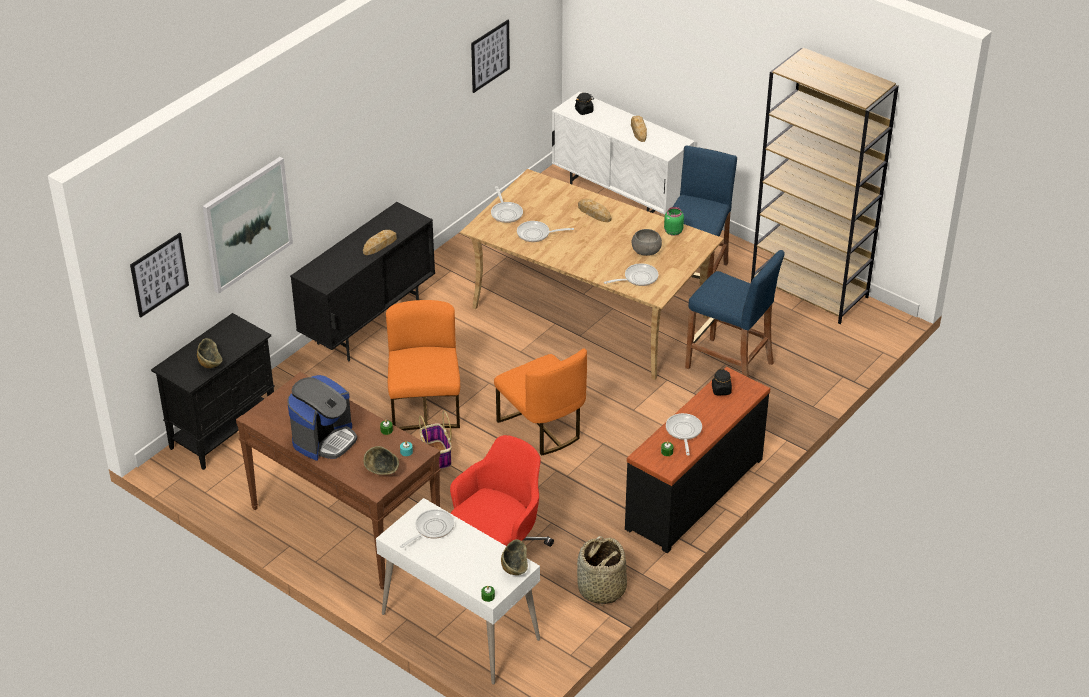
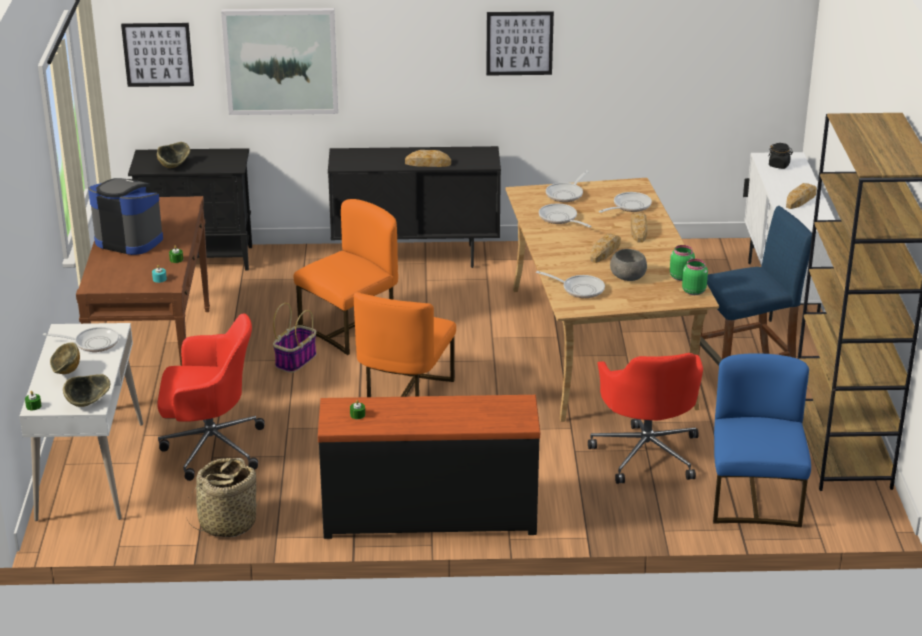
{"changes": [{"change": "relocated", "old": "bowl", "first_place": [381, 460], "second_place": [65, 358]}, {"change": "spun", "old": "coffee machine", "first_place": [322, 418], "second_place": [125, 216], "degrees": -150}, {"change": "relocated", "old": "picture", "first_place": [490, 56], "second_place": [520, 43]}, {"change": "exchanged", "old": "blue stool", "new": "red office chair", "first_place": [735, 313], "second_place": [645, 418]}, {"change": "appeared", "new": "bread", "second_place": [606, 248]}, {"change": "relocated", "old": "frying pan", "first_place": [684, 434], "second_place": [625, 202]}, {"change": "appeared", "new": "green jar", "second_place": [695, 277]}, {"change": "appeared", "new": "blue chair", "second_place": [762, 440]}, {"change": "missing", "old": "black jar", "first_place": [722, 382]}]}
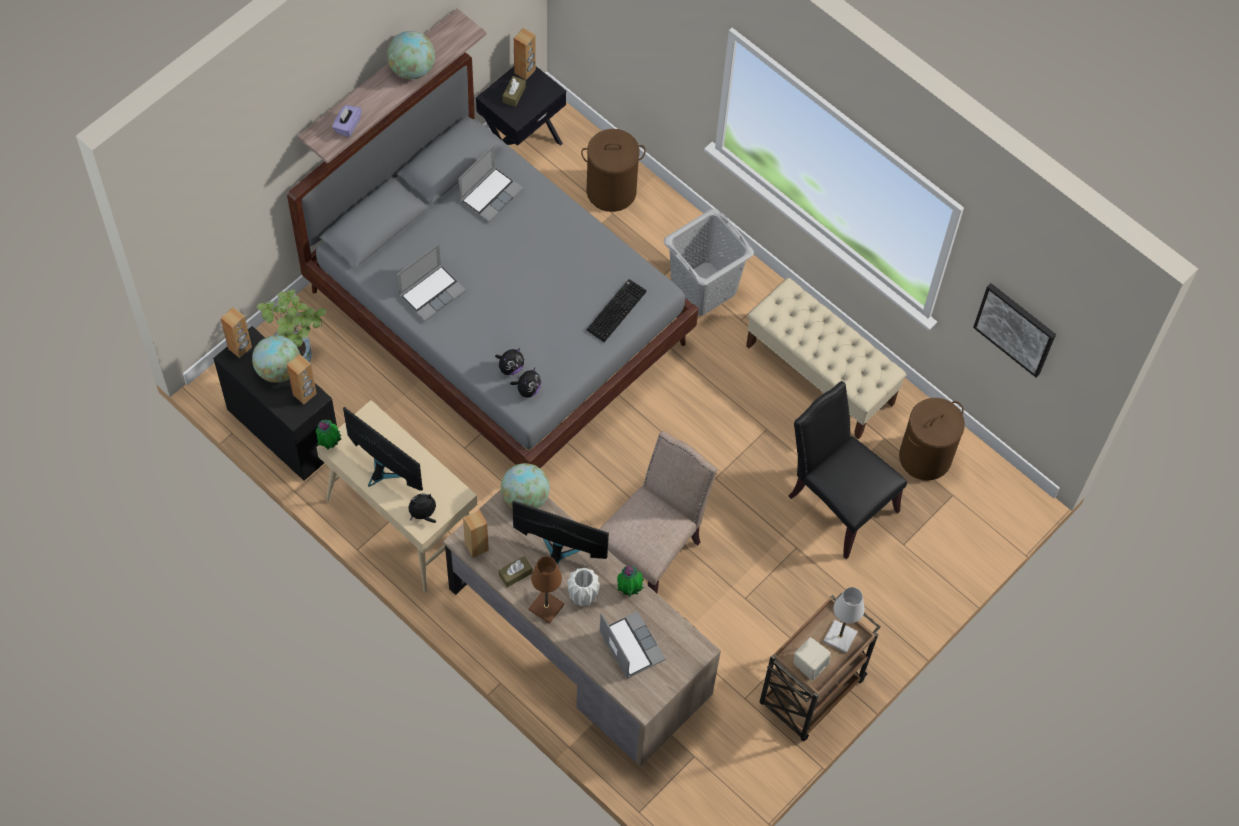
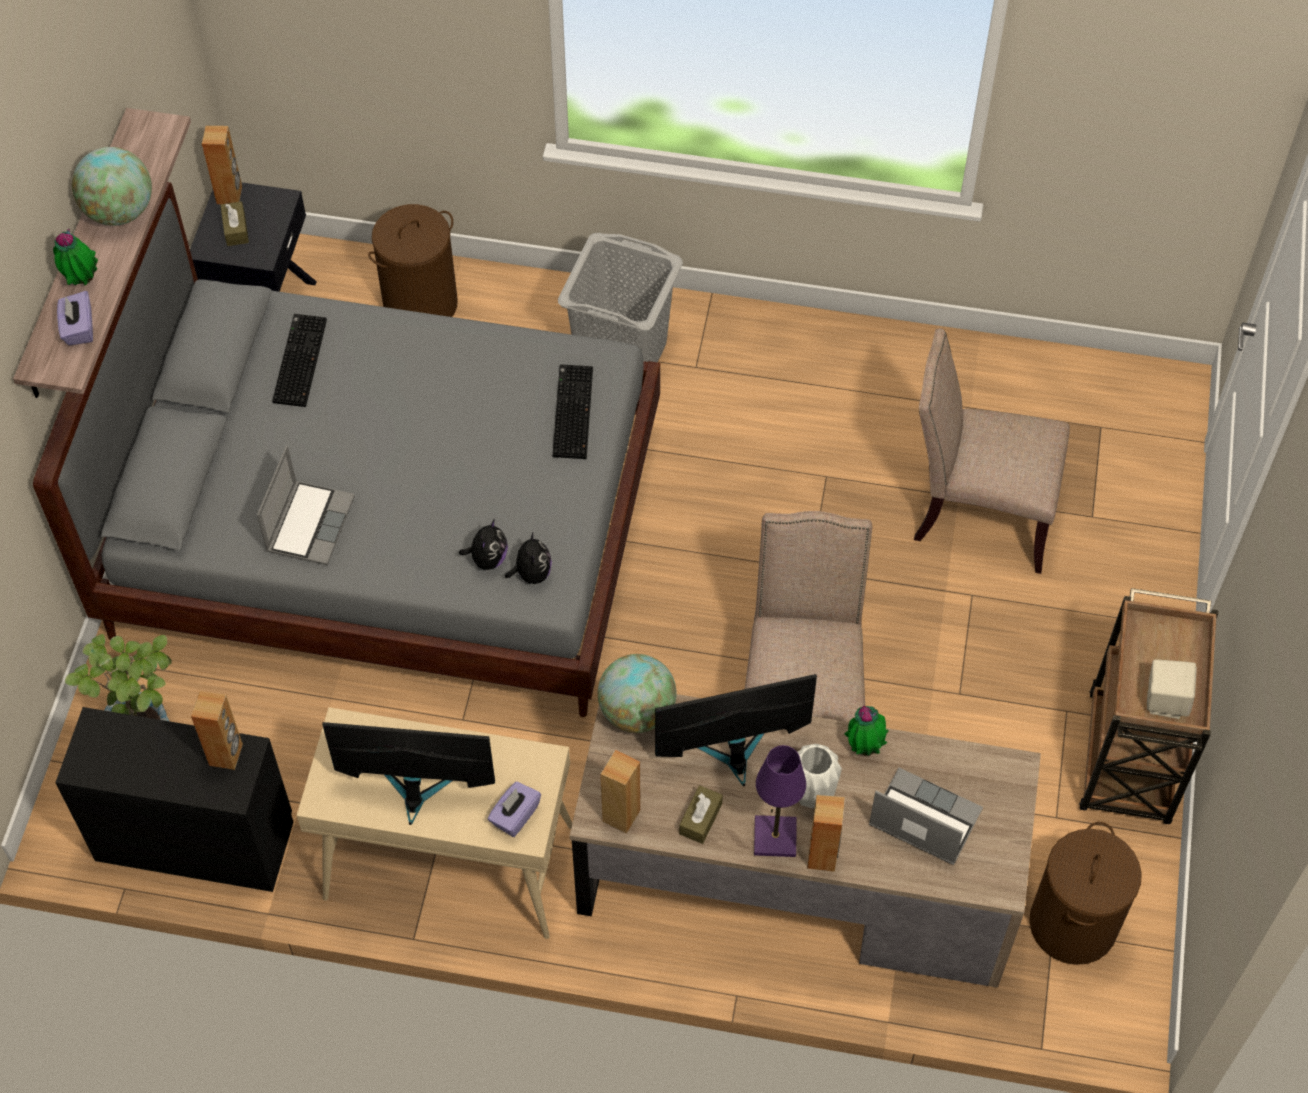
{"changes": [{"change": "relocated", "old": "potted plant", "first_place": [329, 434], "second_place": [75, 257]}, {"change": "exchanged", "old": "laptop", "new": "keyboard", "first_place": [491, 183], "second_place": [299, 360]}, {"change": "exchanged", "old": "plush toy", "new": "purple tissue box", "first_place": [422, 508], "second_place": [514, 809]}, {"change": "colour", "old": "brown table lamp", "new": "purple table lamp", "first_place": [546, 590], "second_place": [780, 801]}, {"change": "relocated", "old": "brown speaker", "first_place": [236, 332], "second_place": [826, 833]}, {"change": "colour", "old": "black chair", "new": "beige chair", "first_place": [847, 470], "second_place": [992, 451]}, {"change": "relocated", "old": "brown laundry basket", "first_place": [932, 439], "second_place": [1085, 893]}, {"change": "missing", "old": "globe", "first_place": [276, 359]}, {"change": "missing", "old": "beige bench", "first_place": [826, 358]}, {"change": "missing", "old": "white table lamp", "first_place": [843, 620]}, {"change": "missing", "old": "picture", "first_place": [1014, 330]}]}
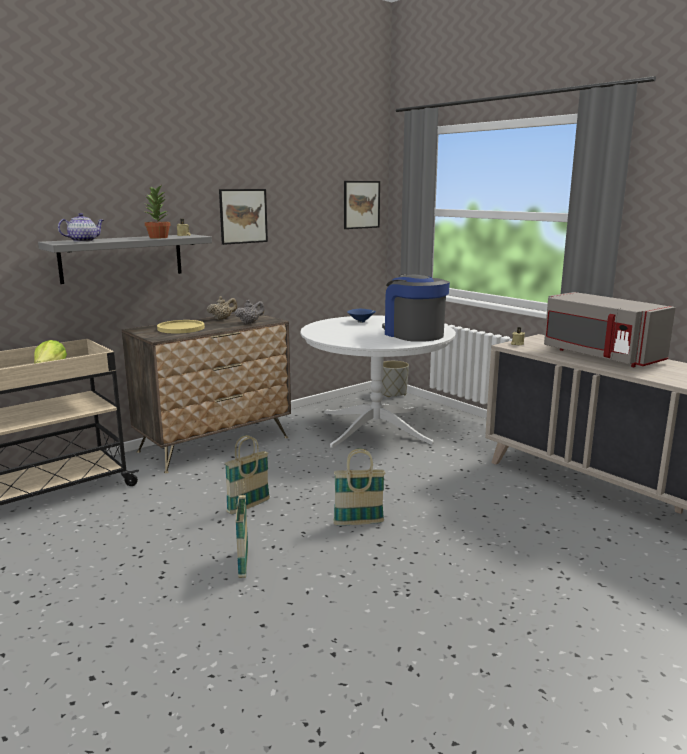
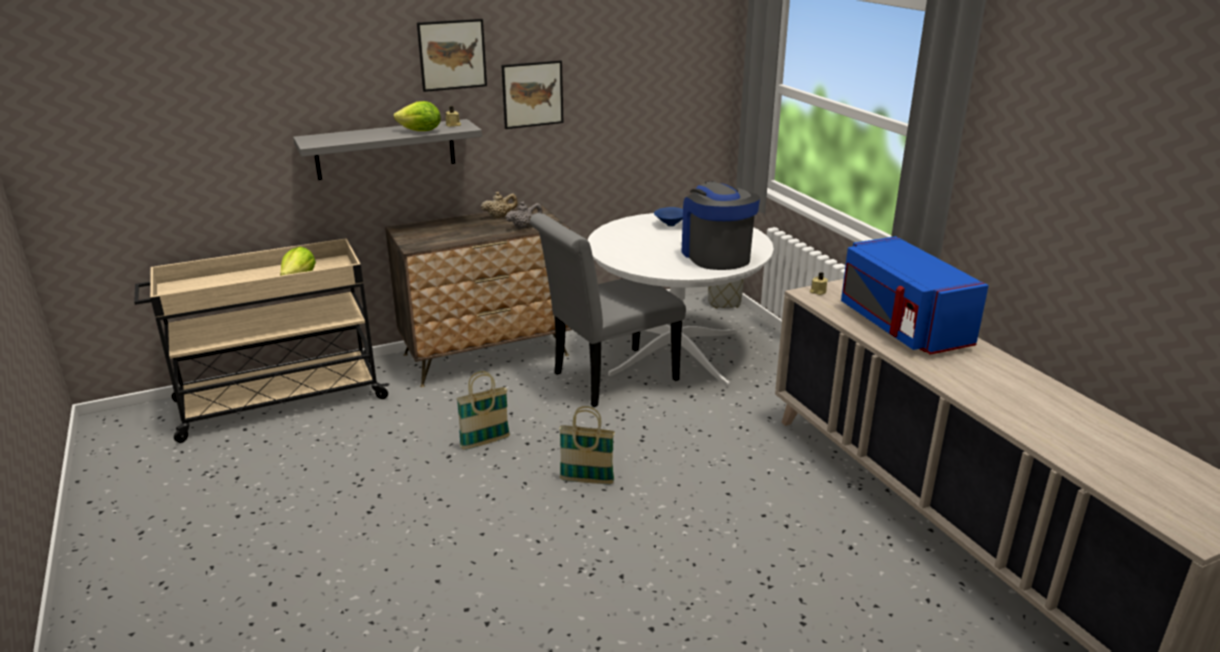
{"changes": [{"change": "exchanged", "old": "potted plant", "new": "lettuce", "first_place": [157, 212], "second_place": [417, 116]}, {"change": "relocated", "old": "picture", "first_place": [362, 205], "second_place": [452, 55]}, {"change": "appeared", "new": "grey chair", "second_place": [608, 310]}, {"change": "colour", "old": "grey microwave", "new": "blue microwave", "first_place": [610, 329], "second_place": [915, 295]}, {"change": "missing", "old": "teapot", "first_place": [81, 227]}, {"change": "missing", "old": "yellow plate", "first_place": [181, 326]}, {"change": "missing", "old": "basket", "first_place": [242, 529]}]}
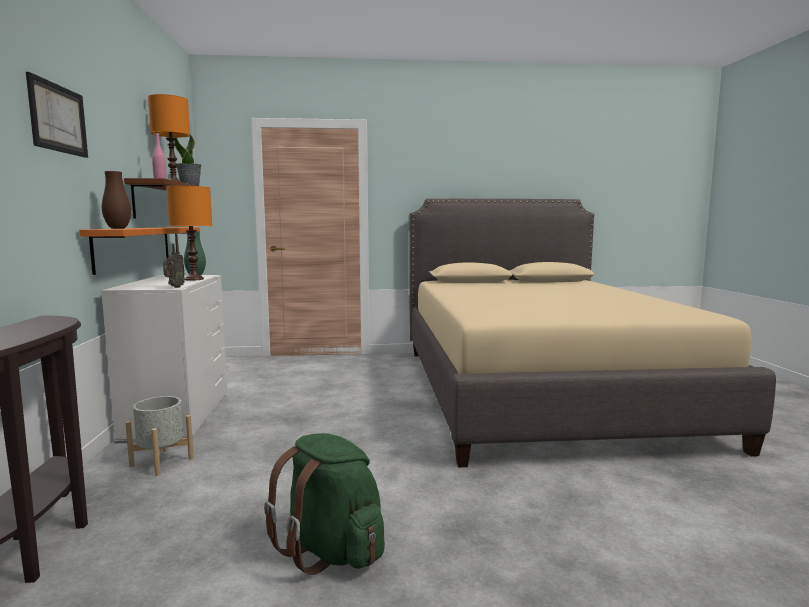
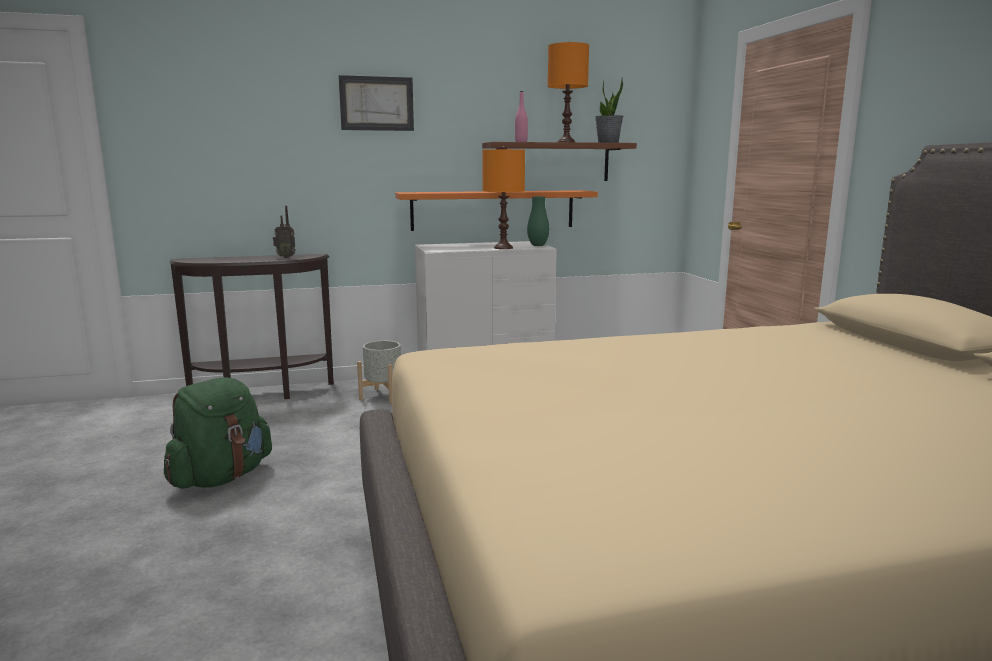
{"changes": [{"change": "relocated", "old": "radio", "first_place": [174, 260], "second_place": [284, 232]}, {"change": "missing", "old": "brown vase", "first_place": [116, 200]}]}
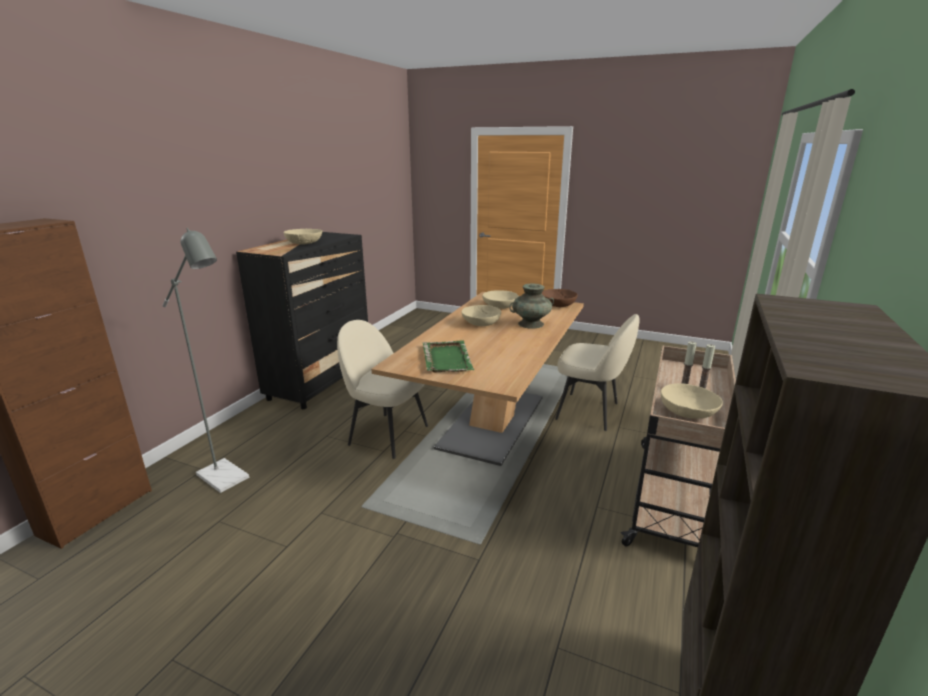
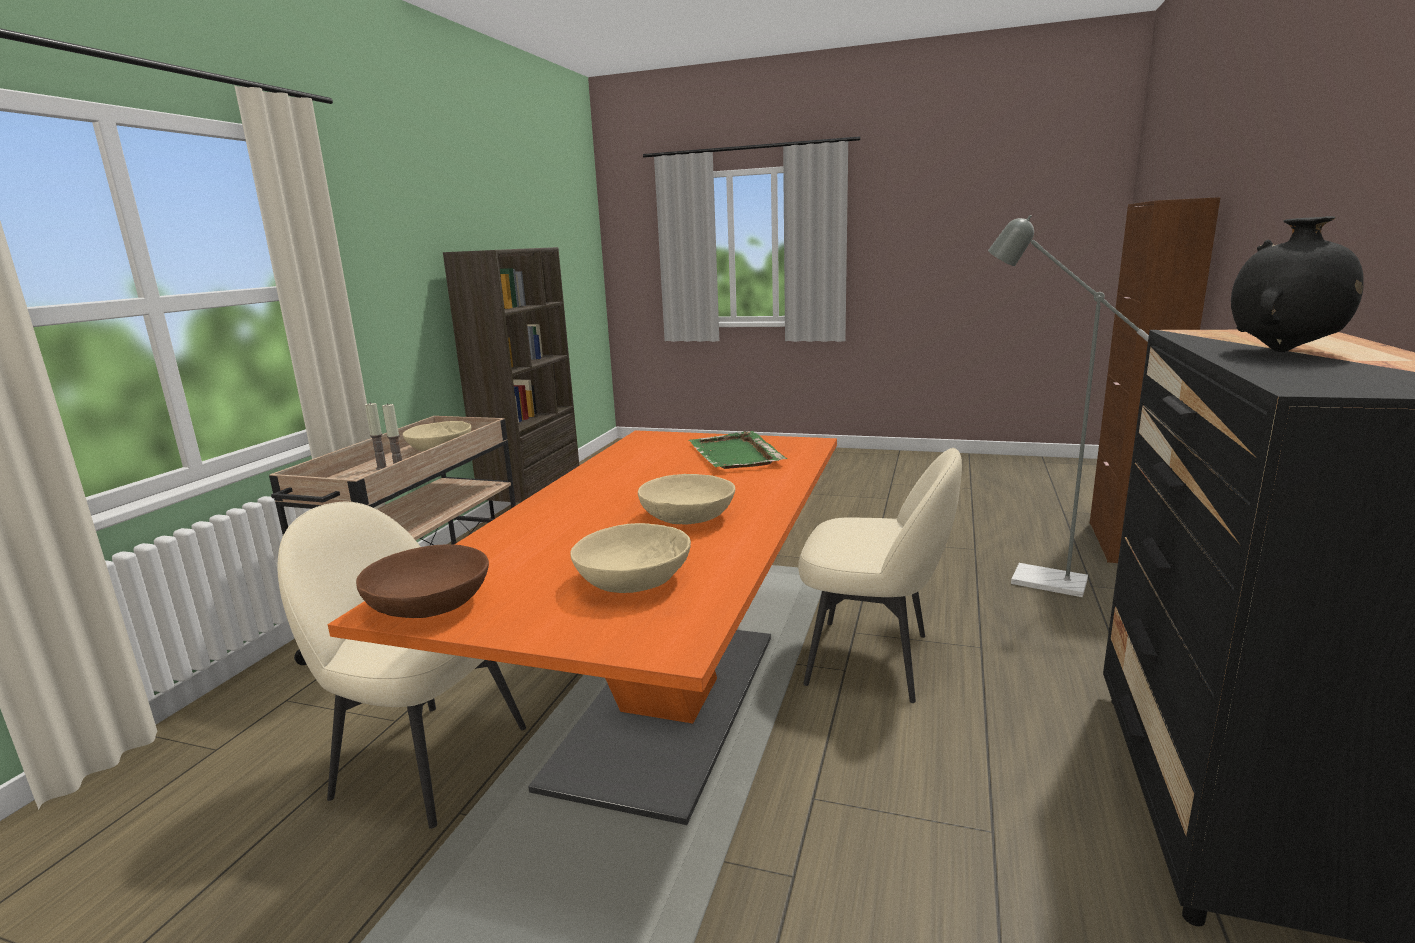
{"changes": [{"change": "colour", "old": "beige dining table", "new": "orange dining table", "first_place": [477, 379], "second_place": [582, 627]}, {"change": "exchanged", "old": "beige bowl", "new": "black vase", "first_place": [302, 237], "second_place": [1297, 284]}, {"change": "missing", "old": "turquoise vase", "first_place": [531, 306]}]}
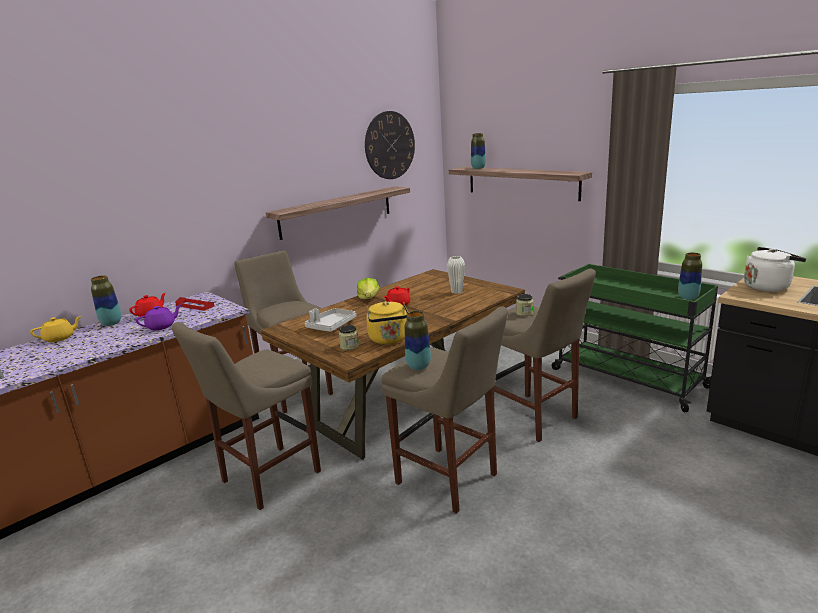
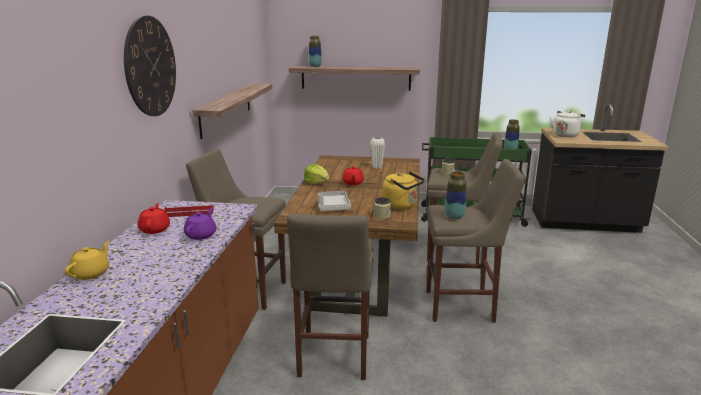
{"changes": [{"change": "relocated", "old": "wall clock", "first_place": [390, 145], "second_place": [150, 66]}, {"change": "missing", "old": "vase", "first_place": [106, 300]}]}
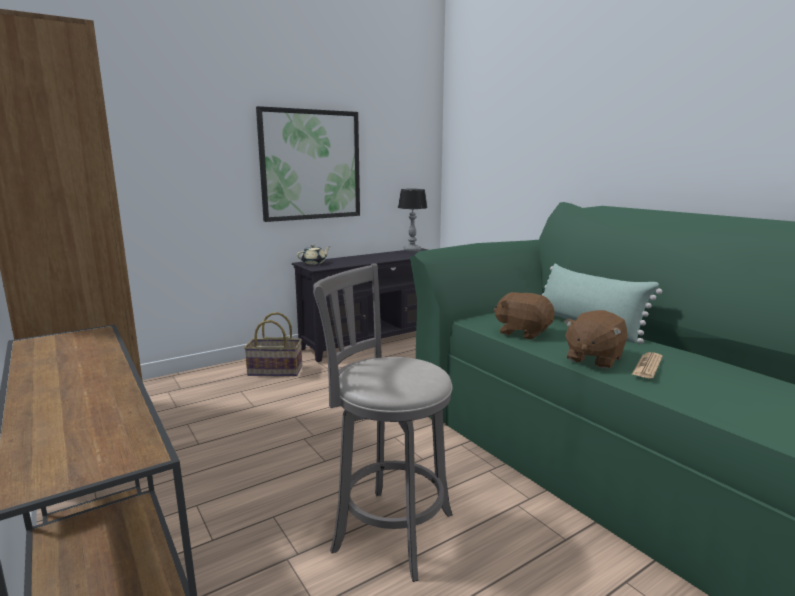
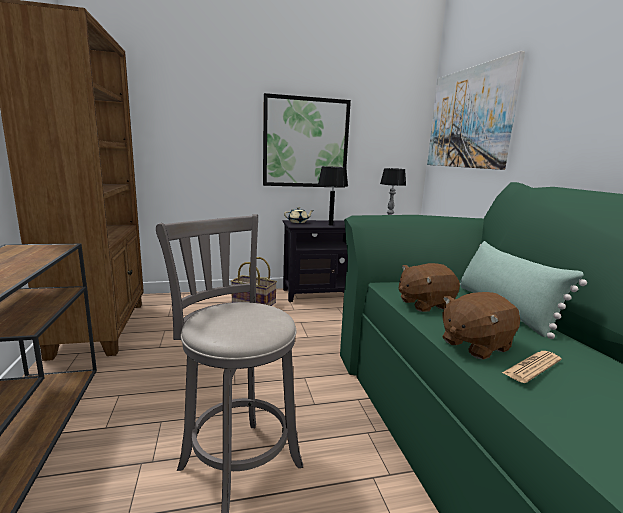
{"changes": [{"change": "appeared", "new": "black table lamp", "second_place": [333, 196]}, {"change": "spun", "old": "brown plush toy", "first_place": [524, 316], "second_place": [429, 287], "degrees": -75}, {"change": "appeared", "new": "picture", "second_place": [476, 110]}]}
